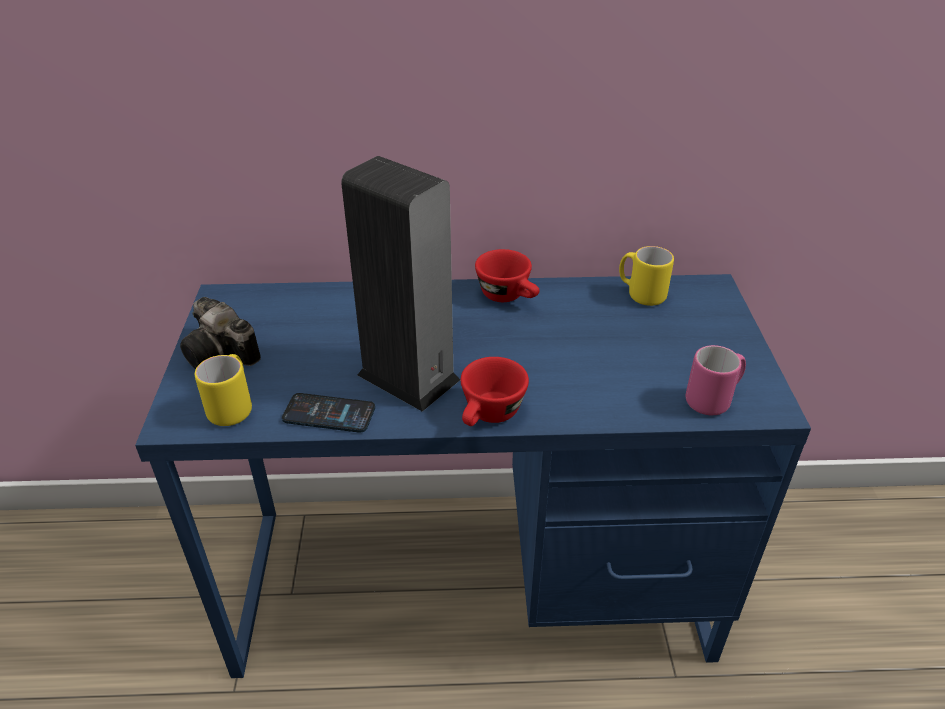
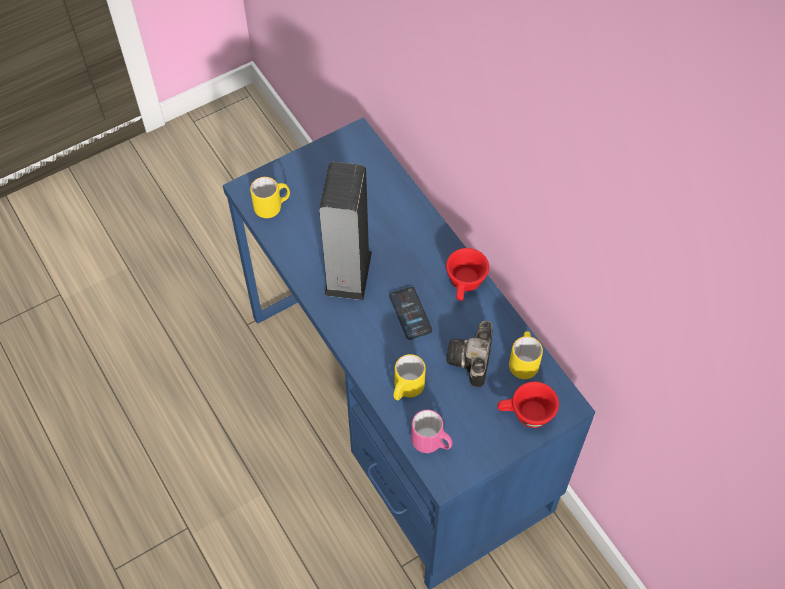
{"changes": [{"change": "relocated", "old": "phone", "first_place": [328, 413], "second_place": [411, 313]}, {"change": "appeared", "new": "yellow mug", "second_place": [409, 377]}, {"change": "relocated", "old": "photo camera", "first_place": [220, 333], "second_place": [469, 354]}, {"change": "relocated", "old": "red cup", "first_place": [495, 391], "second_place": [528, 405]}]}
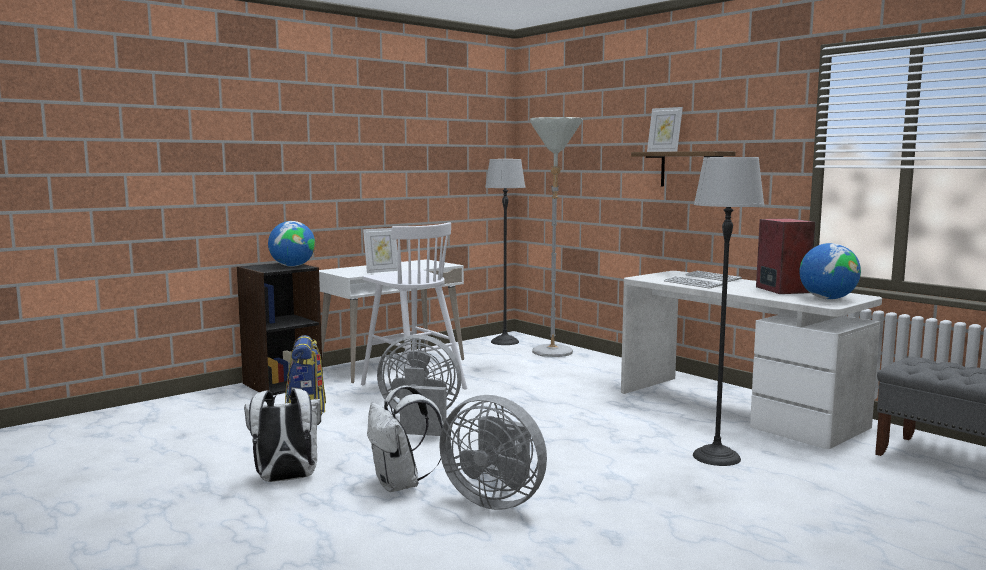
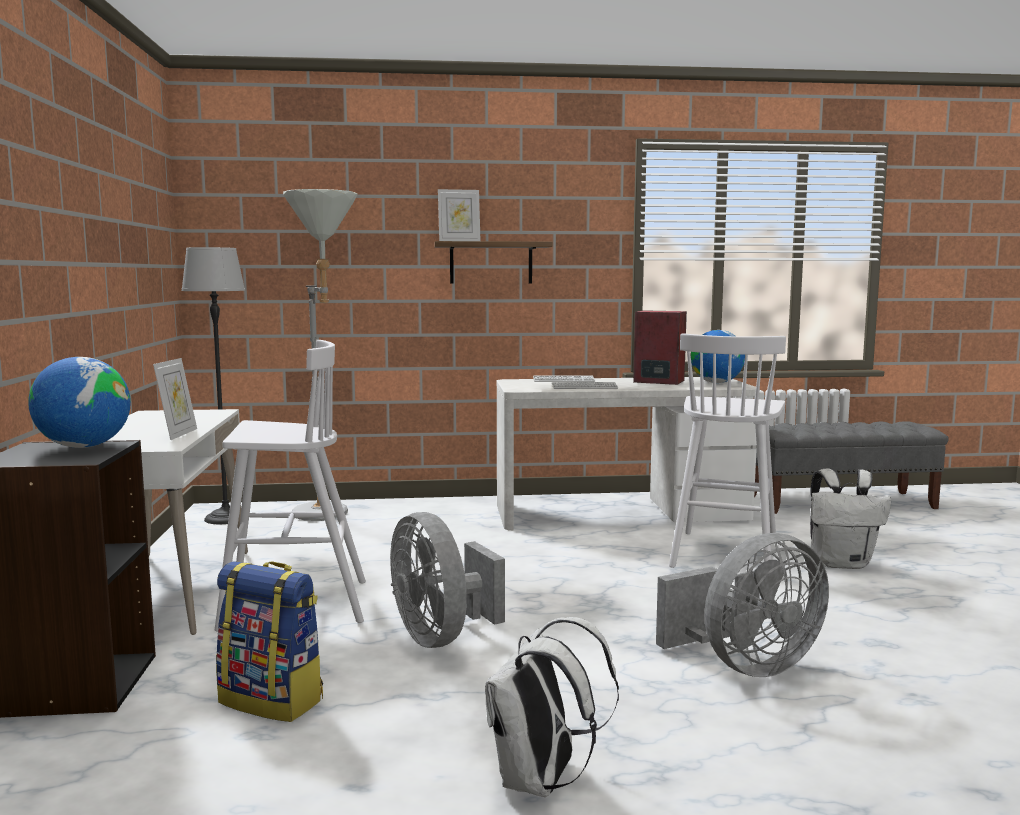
{"changes": [{"change": "spun", "old": "grey fan", "first_place": [419, 385], "second_place": [447, 580], "degrees": -75}, {"change": "exchanged", "old": "floor lamp", "new": "white stool", "first_place": [728, 311], "second_place": [727, 450]}, {"change": "relocated", "old": "white backpack", "first_place": [405, 438], "second_place": [850, 518]}]}
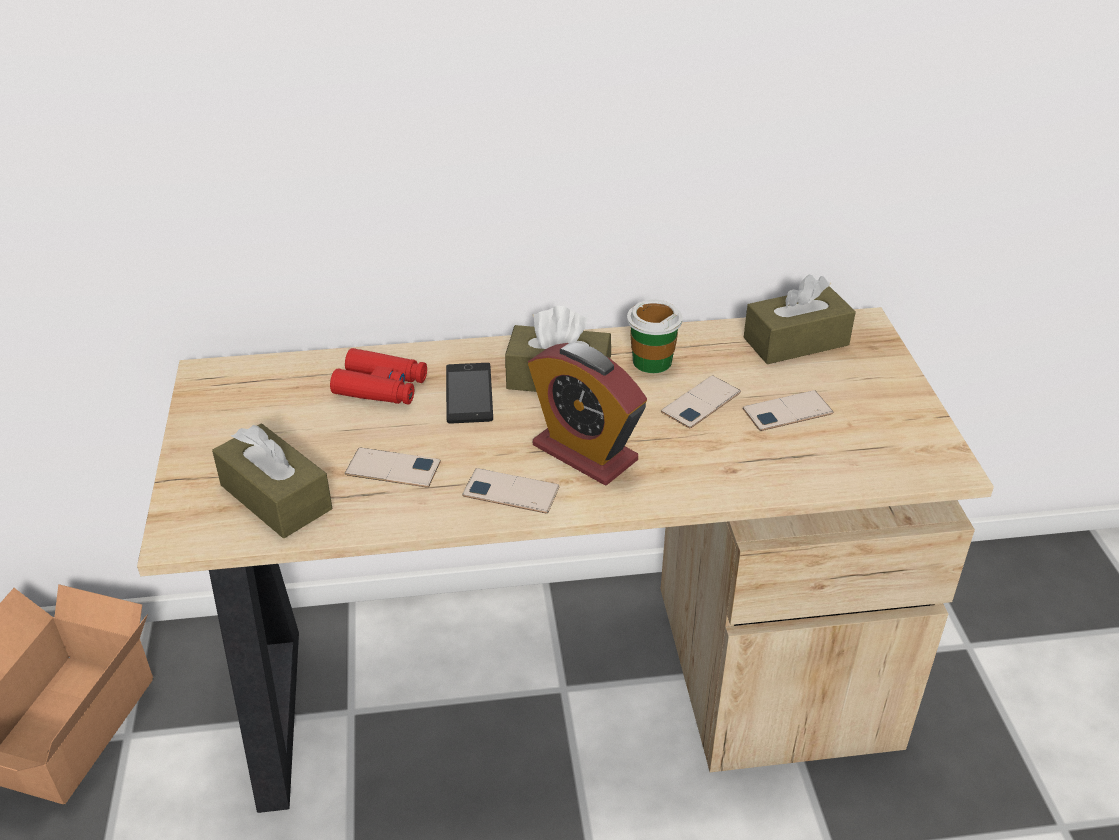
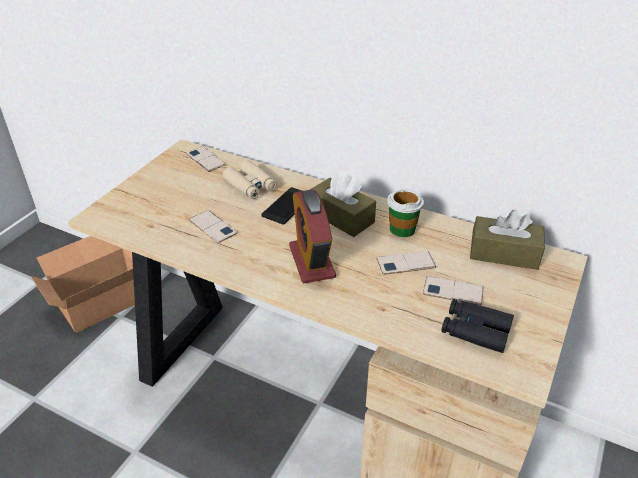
{"changes": [{"change": "relocated", "old": "phone", "first_place": [511, 490], "second_place": [206, 159]}, {"change": "colour", "old": "red binoculars", "new": "beige binoculars", "first_place": [378, 376], "second_place": [250, 179]}, {"change": "appeared", "new": "black binoculars", "second_place": [478, 326]}, {"change": "missing", "old": "brown tissue box", "first_place": [272, 481]}]}
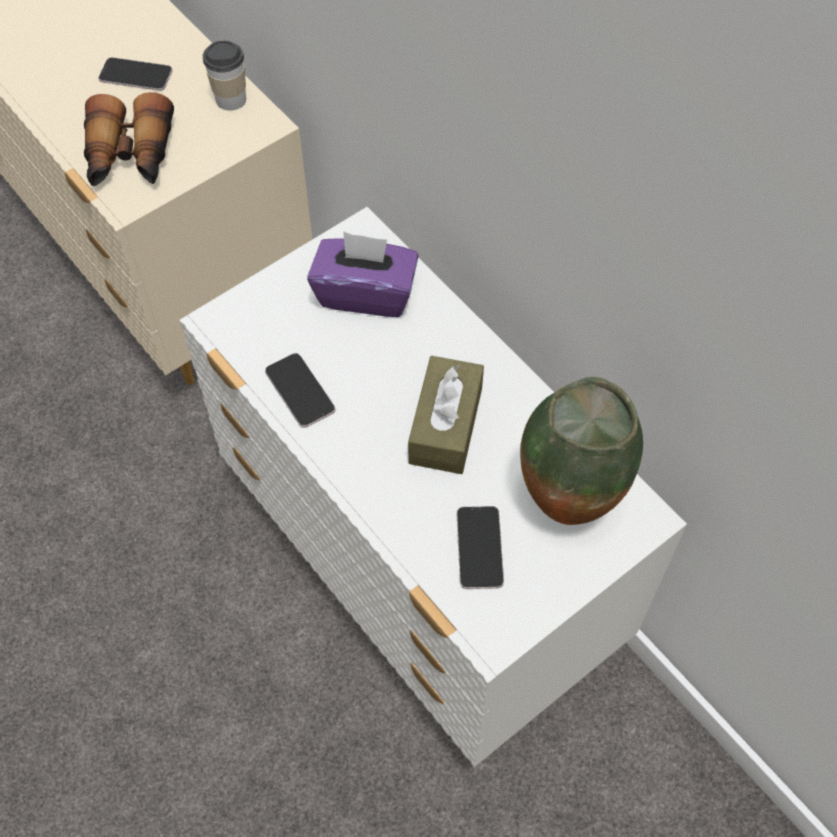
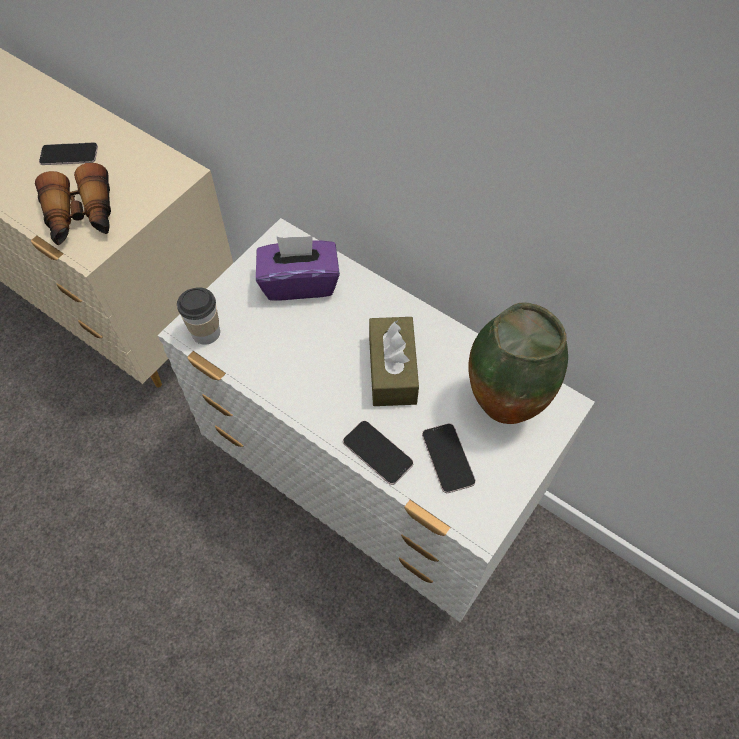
{"changes": [{"change": "relocated", "old": "cup", "first_place": [224, 75], "second_place": [198, 316]}, {"change": "relocated", "old": "phone", "first_place": [300, 390], "second_place": [378, 453]}]}
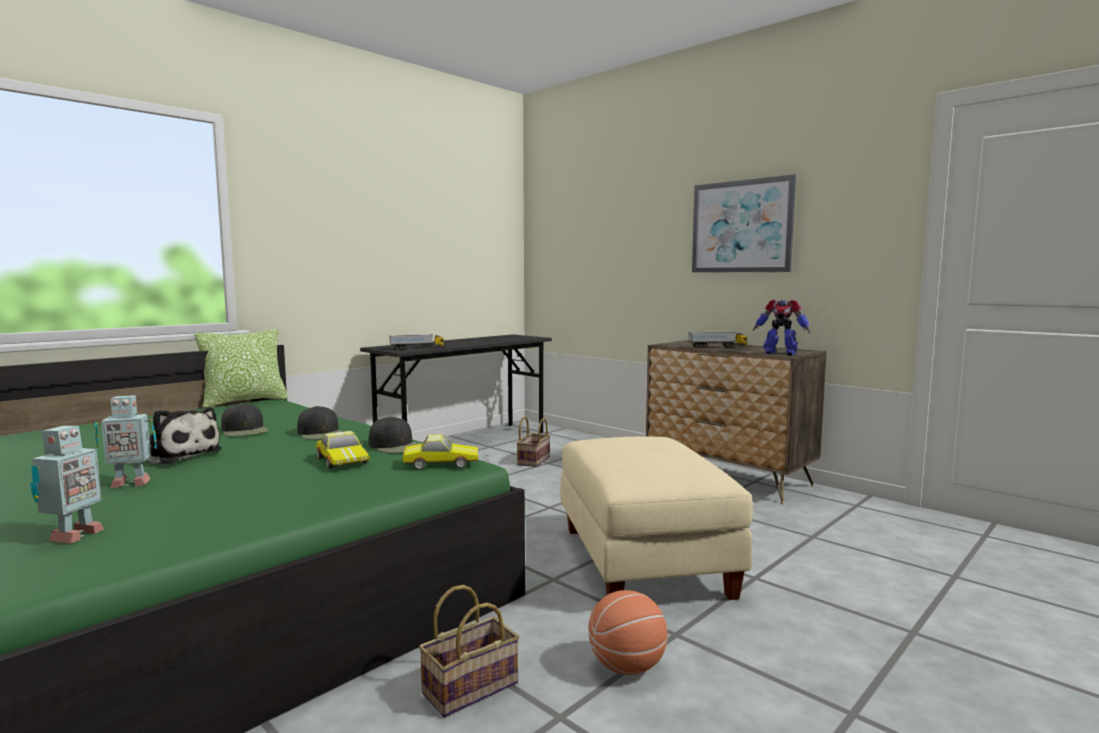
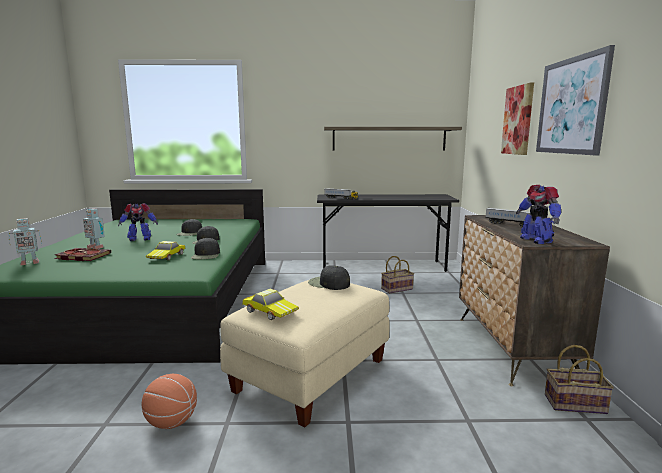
{"changes": [{"change": "appeared", "new": "book", "second_place": [83, 254]}, {"change": "exchanged", "old": "plush toy", "new": "toy robot", "first_place": [184, 435], "second_place": [138, 222]}, {"change": "relocated", "old": "toy car", "first_place": [440, 452], "second_place": [270, 304]}, {"change": "appeared", "new": "black cap", "second_place": [329, 277]}, {"change": "appeared", "new": "shelf", "second_place": [393, 139]}, {"change": "appeared", "new": "picture", "second_place": [517, 118]}, {"change": "relocated", "old": "basket", "first_place": [469, 651], "second_place": [579, 379]}, {"change": "missing", "old": "pillow", "first_place": [241, 368]}]}
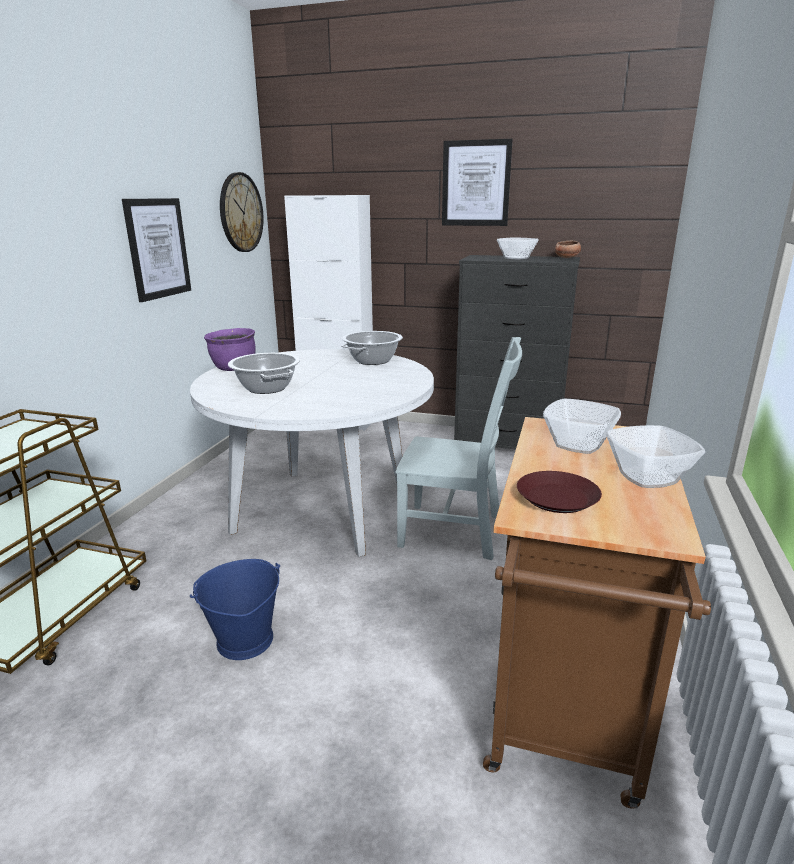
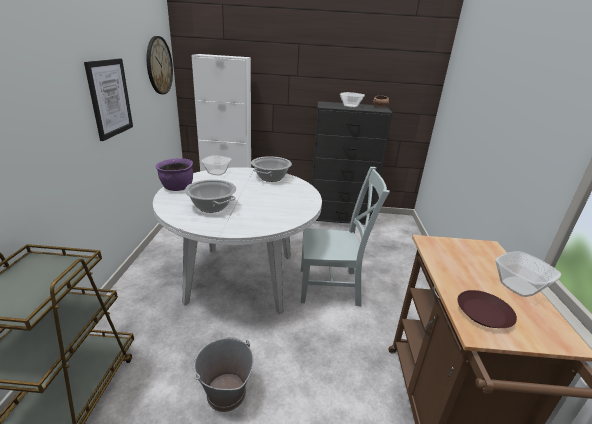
{"changes": [{"change": "colour", "old": "blue bucket", "new": "grey bucket", "first_place": [235, 609], "second_place": [223, 374]}, {"change": "relocated", "old": "bowl", "first_place": [582, 426], "second_place": [216, 165]}, {"change": "missing", "old": "picture", "first_place": [477, 182]}]}
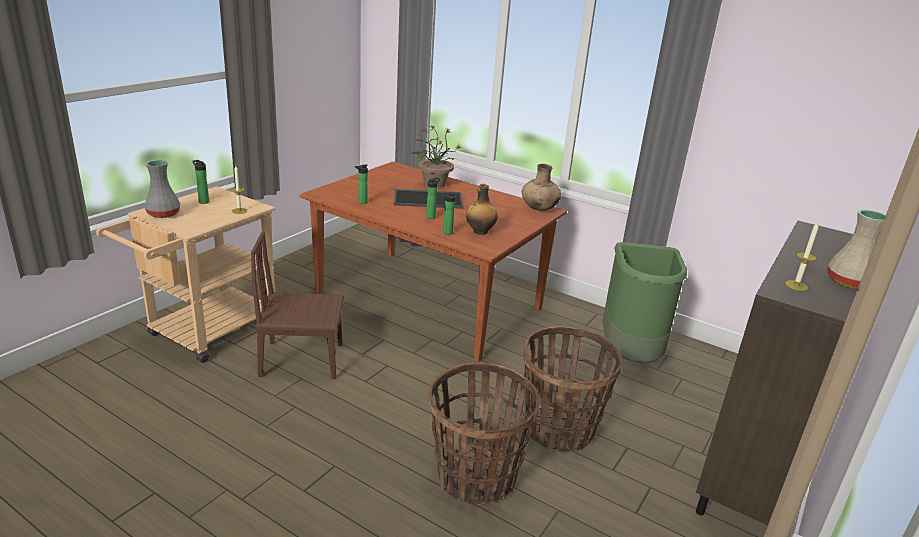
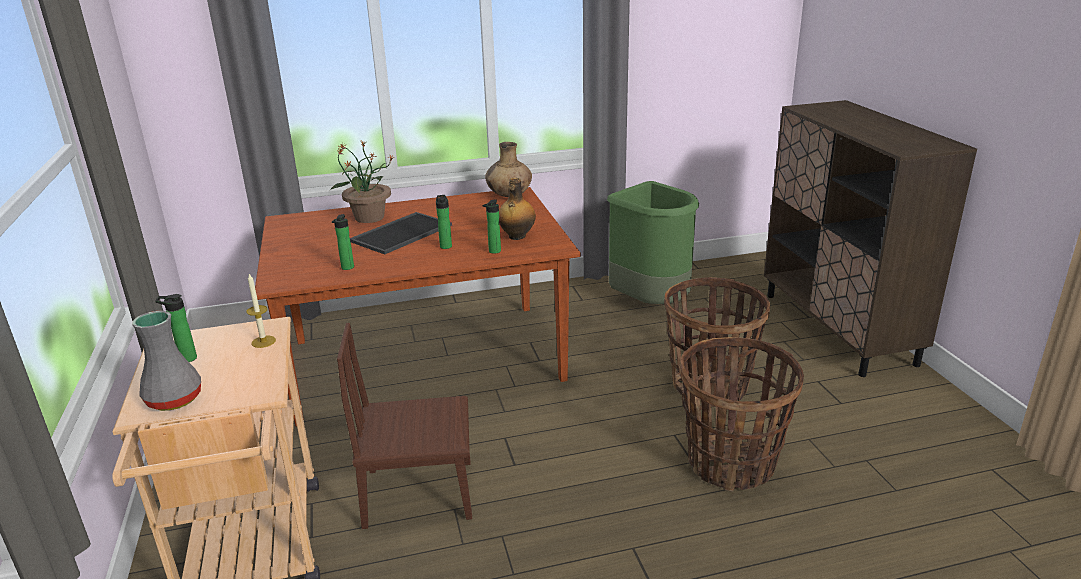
{"changes": [{"change": "spun", "old": "brown chair", "first_place": [297, 305], "second_place": [404, 426], "degrees": 45}, {"change": "missing", "old": "candle", "first_place": [802, 256]}, {"change": "missing", "old": "beige vase", "first_place": [857, 249]}]}
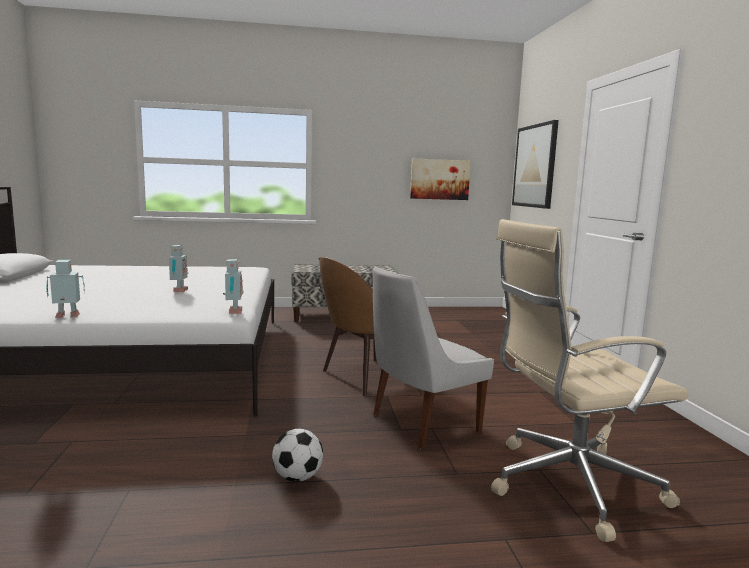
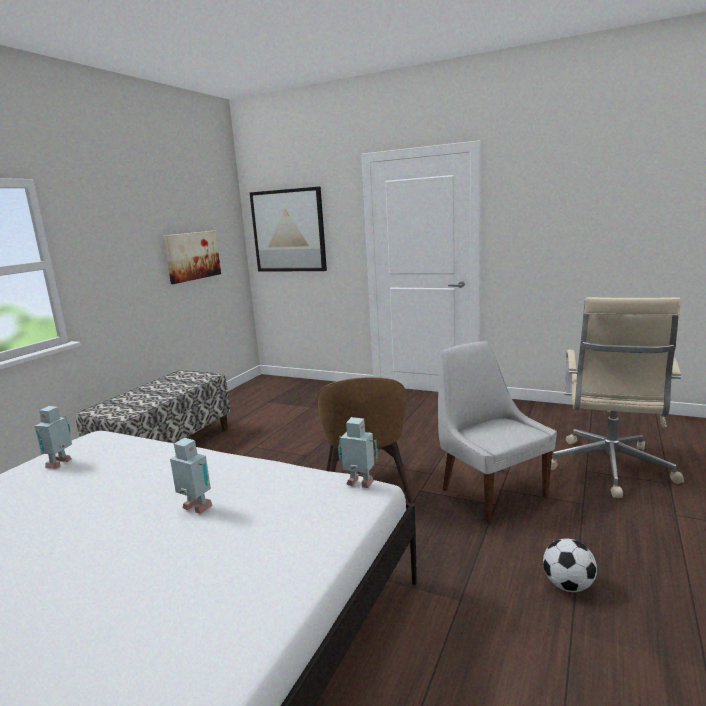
{"changes": [{"change": "relocated", "old": "toy robot", "first_place": [65, 289], "second_place": [53, 437]}, {"change": "spun", "old": "white chair", "first_place": [433, 358], "second_place": [497, 431], "degrees": 150}]}
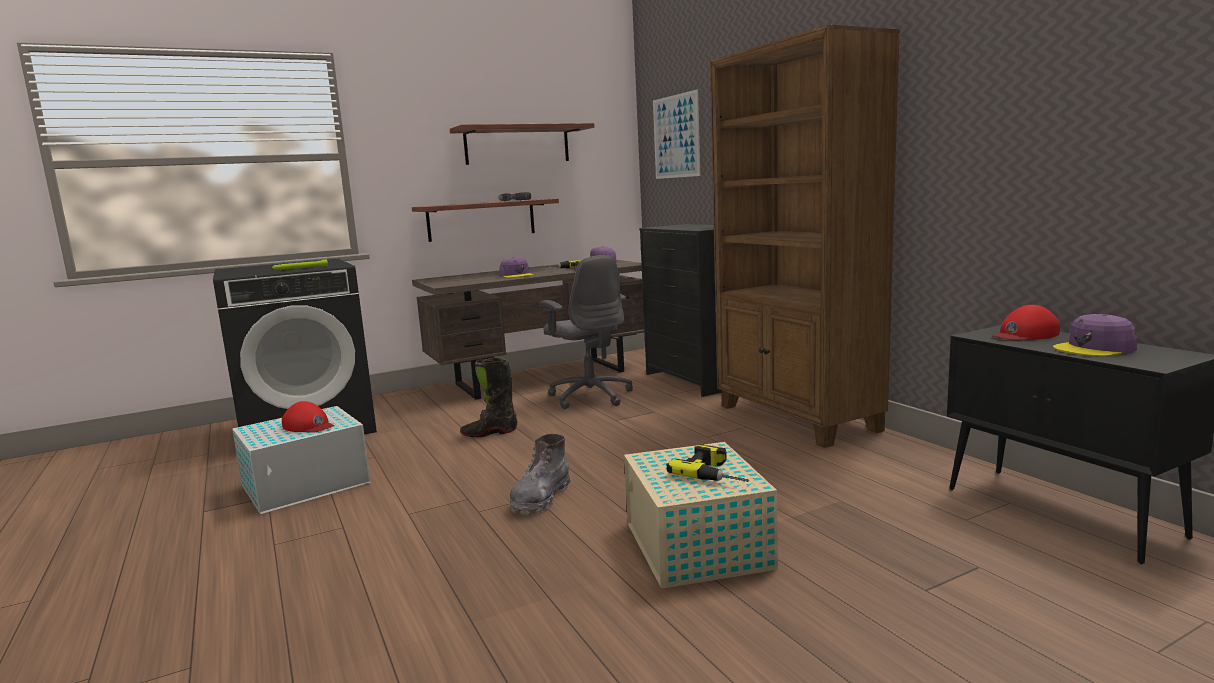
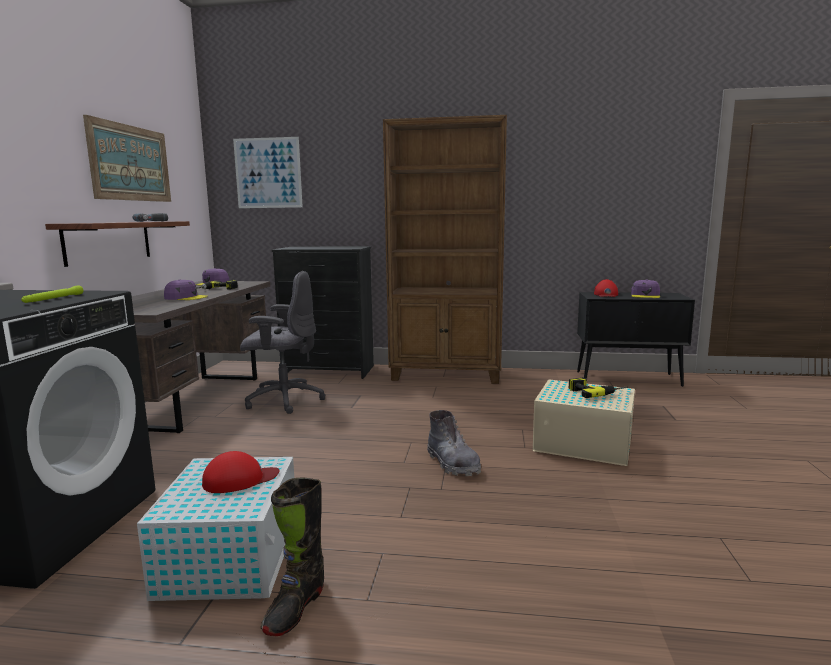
{"changes": [{"change": "exchanged", "old": "shelf", "new": "picture", "first_place": [522, 144], "second_place": [127, 158]}, {"change": "relocated", "old": "black boot", "first_place": [489, 397], "second_place": [292, 557]}]}
